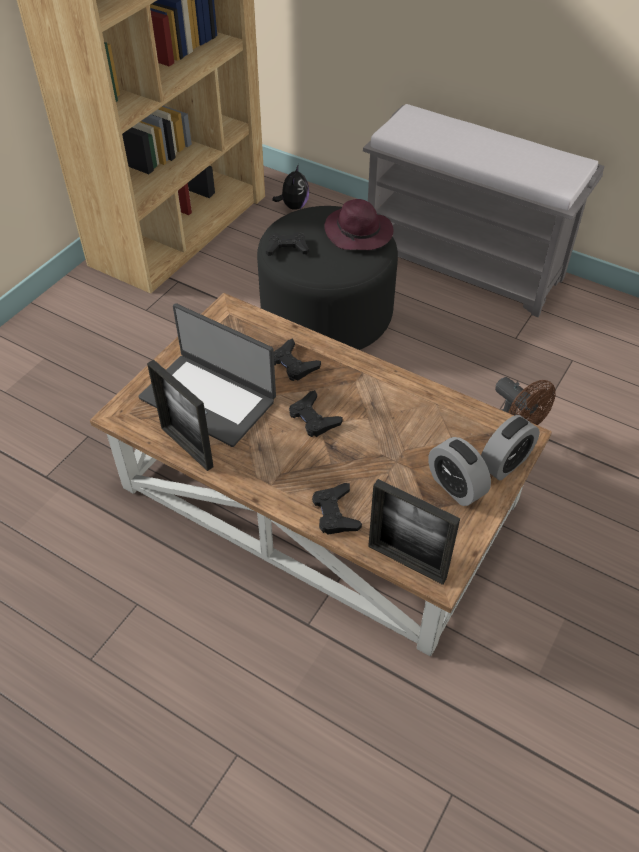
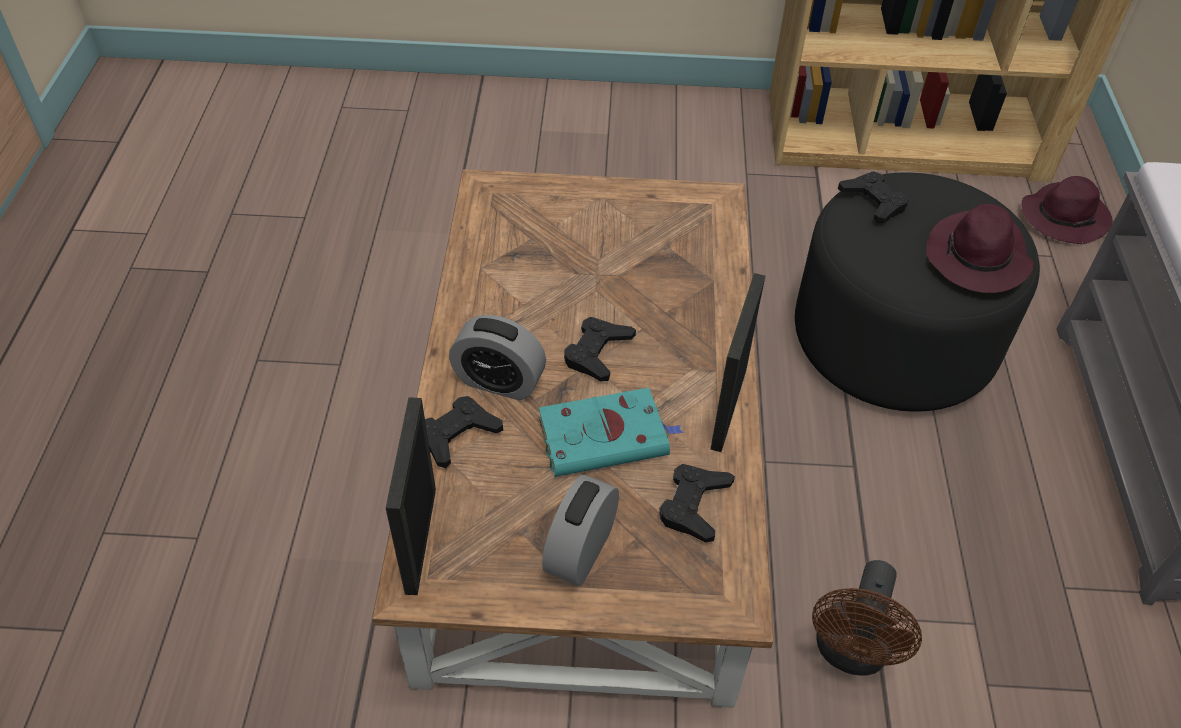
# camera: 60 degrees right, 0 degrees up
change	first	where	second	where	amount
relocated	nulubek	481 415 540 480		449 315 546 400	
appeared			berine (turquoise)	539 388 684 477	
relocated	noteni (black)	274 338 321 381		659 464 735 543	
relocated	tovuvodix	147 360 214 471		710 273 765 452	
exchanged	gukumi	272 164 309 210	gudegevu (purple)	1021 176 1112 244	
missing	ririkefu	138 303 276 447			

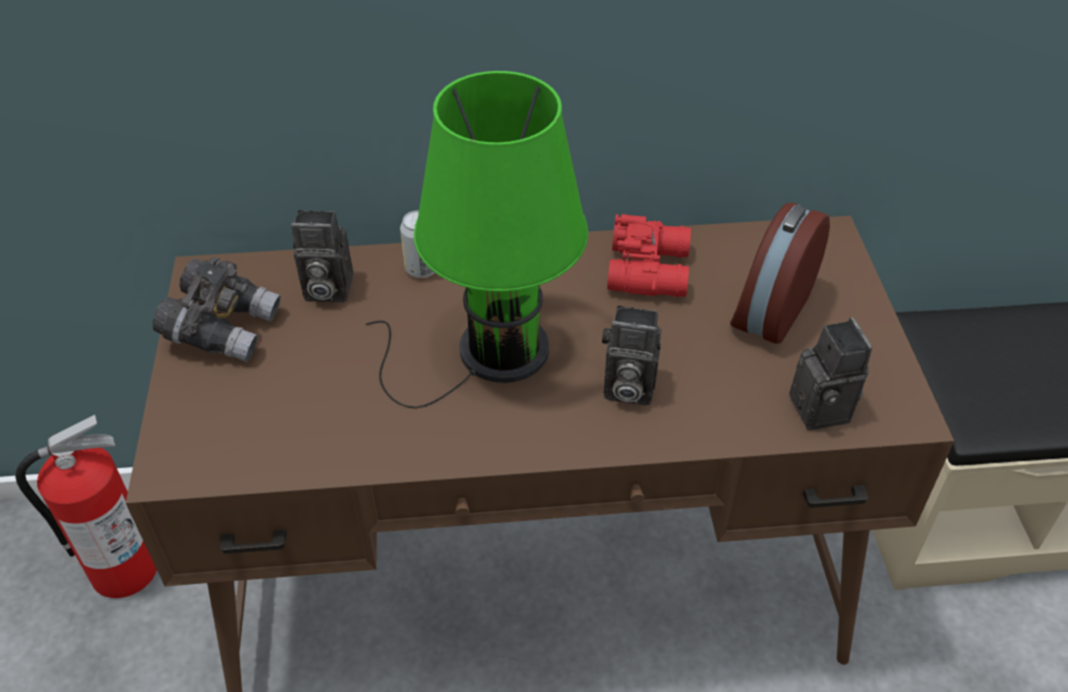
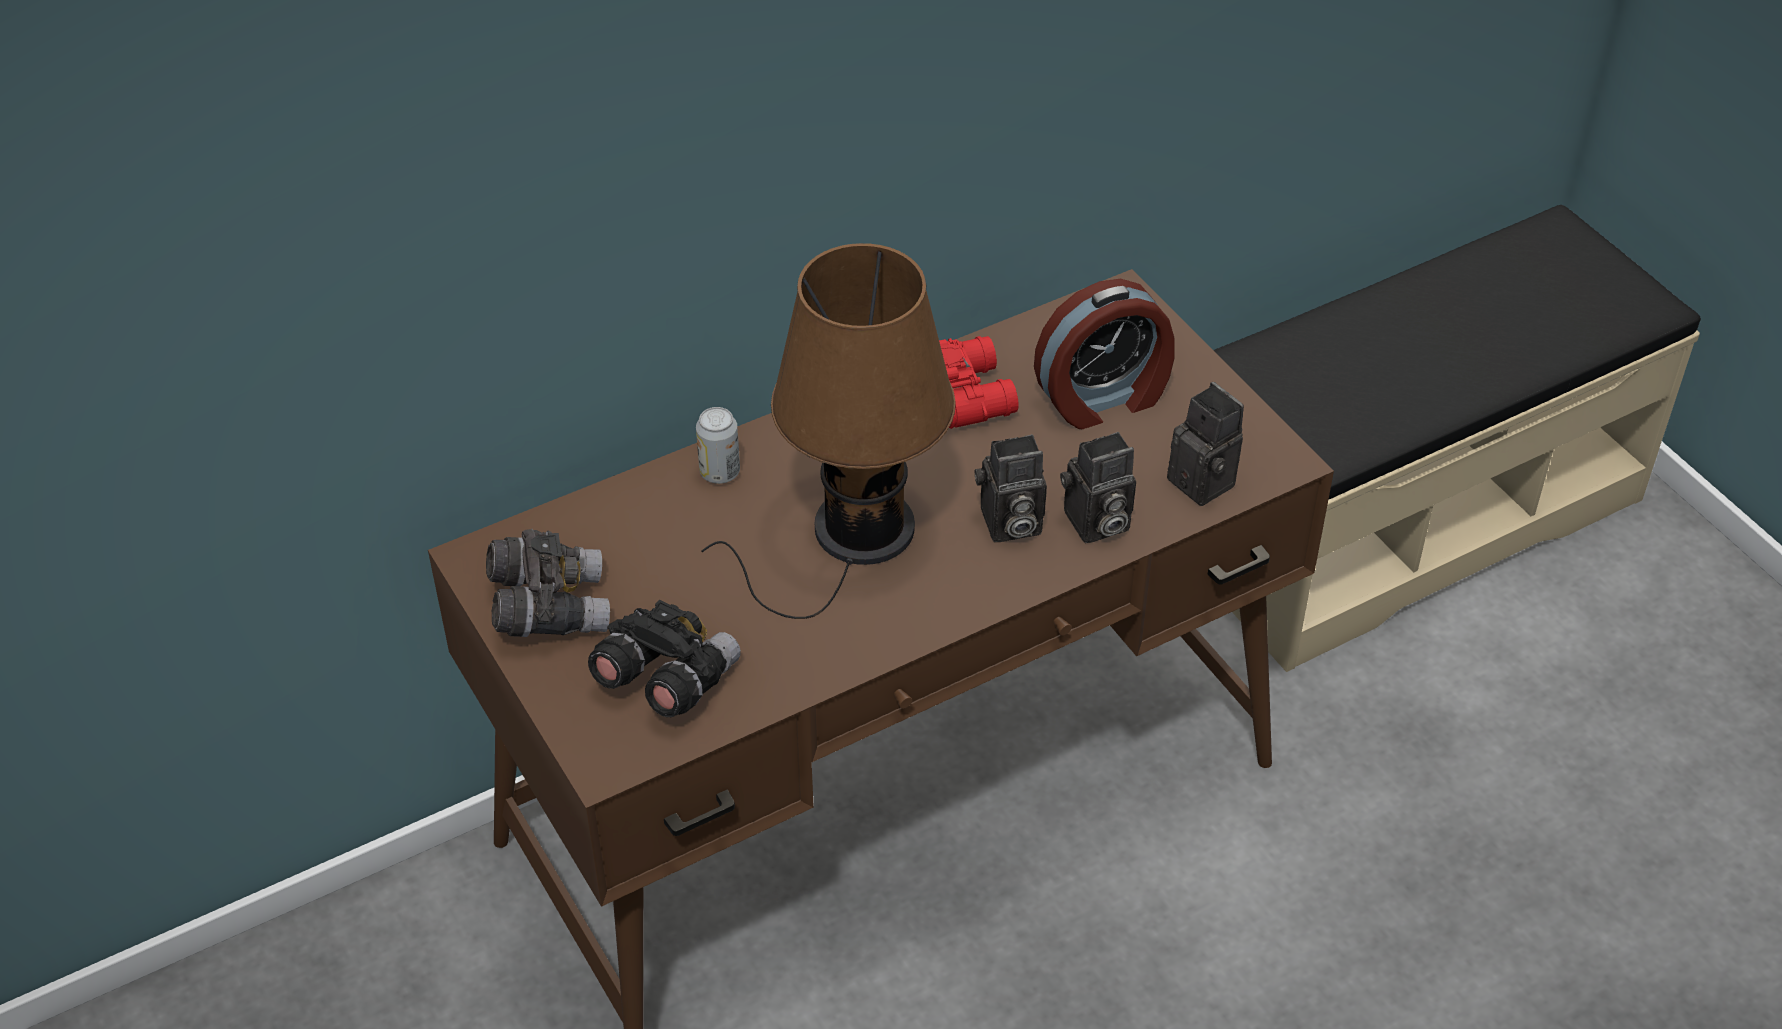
# camera: 25 degrees left, 0 degrees up
change	first	where	second	where	amount
appeared			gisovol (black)	588 599 741 717	
colour	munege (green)	366 71 588 408	munege (brown)	702 243 956 619	
spun	nulubek	730 203 830 344		1034 278 1175 429	120 degrees counterclockwise
relocated	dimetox	291 210 353 302		1060 432 1136 543	
missing	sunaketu	16 415 157 598			

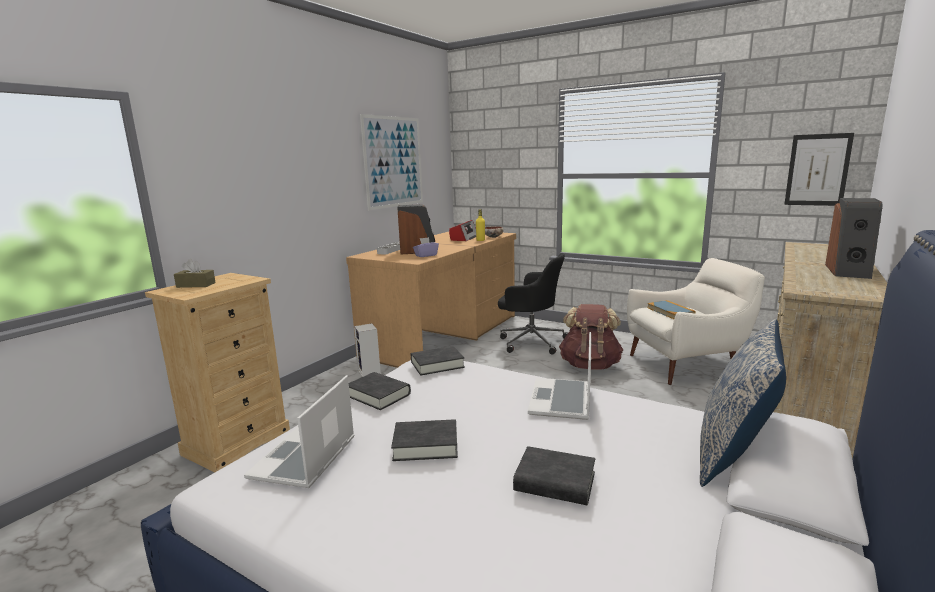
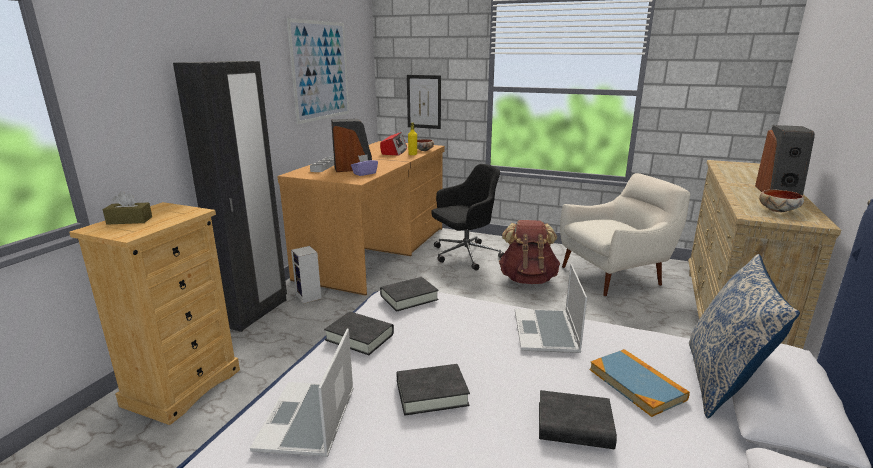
# camera: 10 degrees left, 5 degrees up
change	first	where	second	where	amount
appeared			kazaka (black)	173 61 287 332	
relocated	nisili	784 133 854 206		407 75 441 129	
spun	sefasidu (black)	498 253 568 355		431 164 504 271	45 degrees counterclockwise
relocated	berine	647 300 696 319		590 349 690 417	
appeared			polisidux	759 189 804 212	

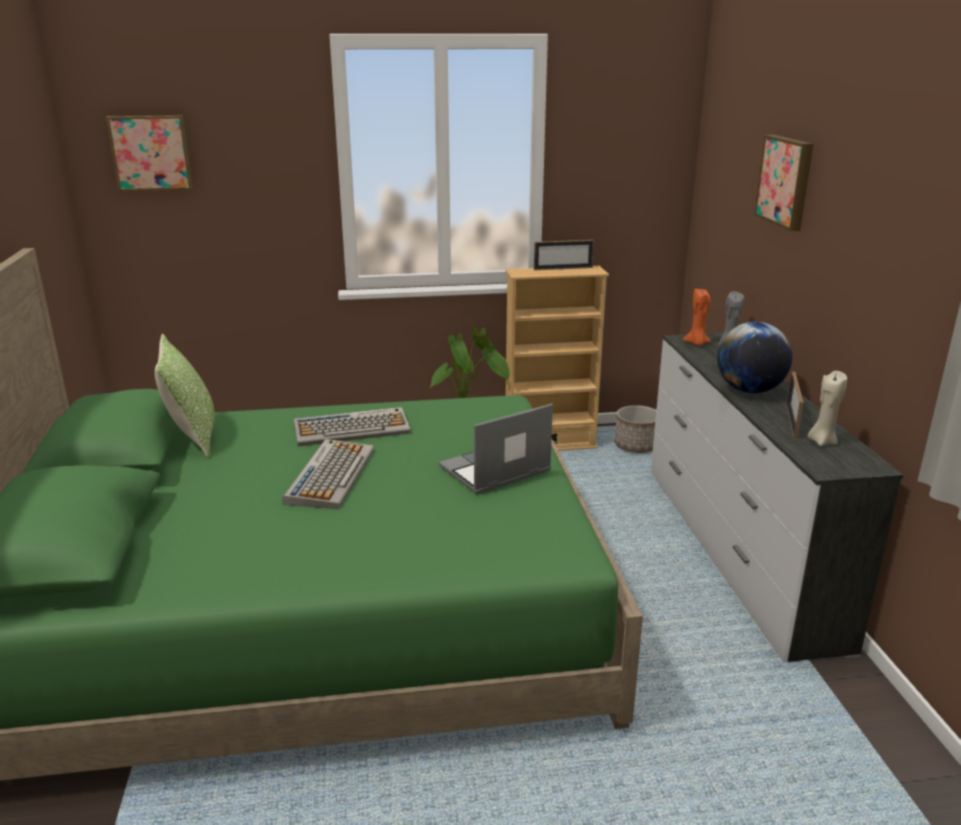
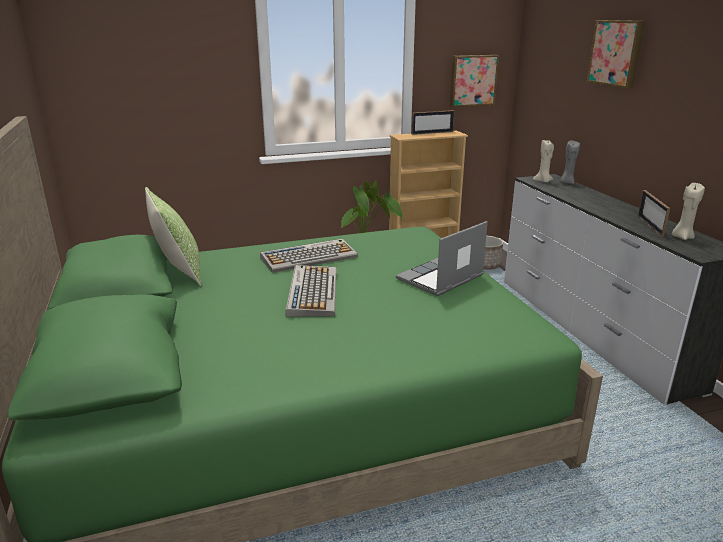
# camera: 10 degrees left, 0 degrees up
change	first	where	second	where	amount
relocated	nisili	106 115 193 191		450 55 499 107	
colour	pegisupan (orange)	683 289 711 346	pegisupan (beige)	533 140 554 183	
missing	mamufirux	717 322 792 394			

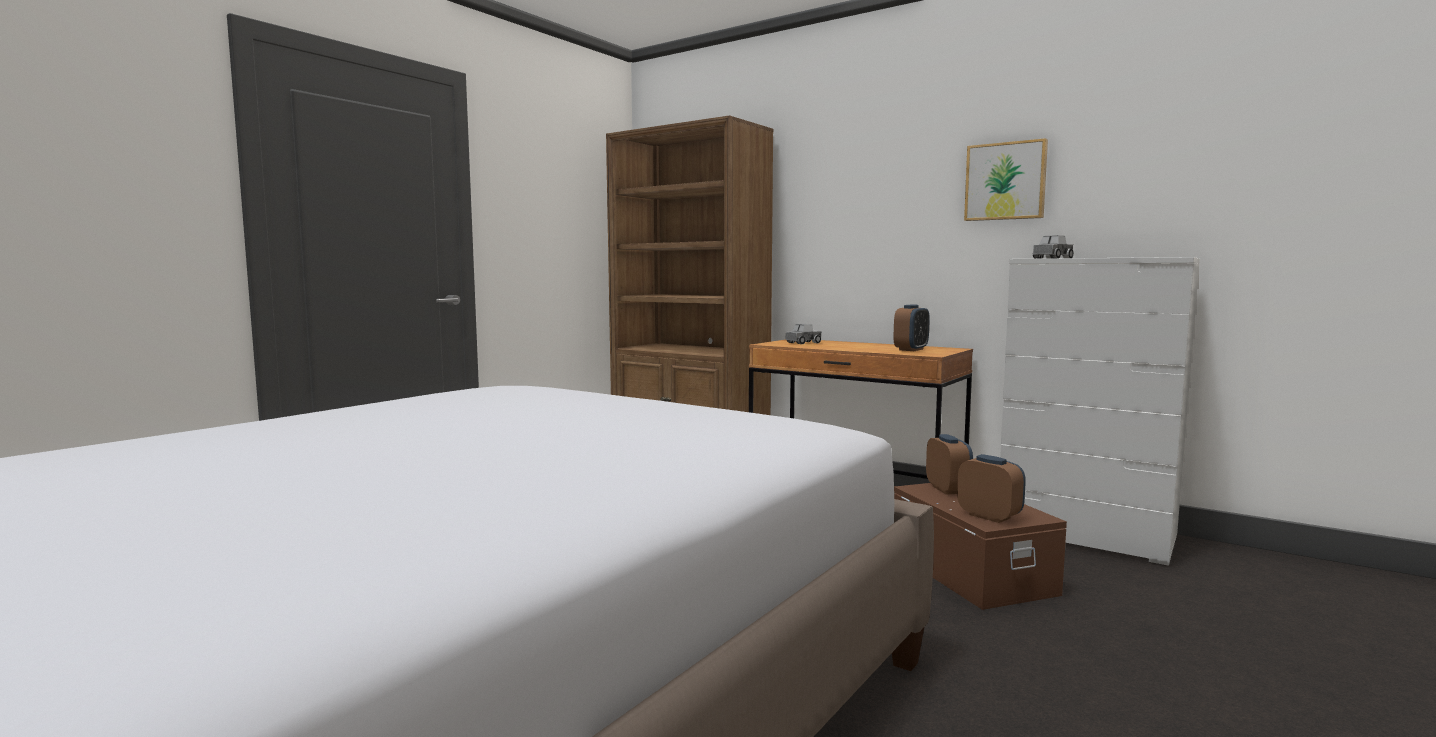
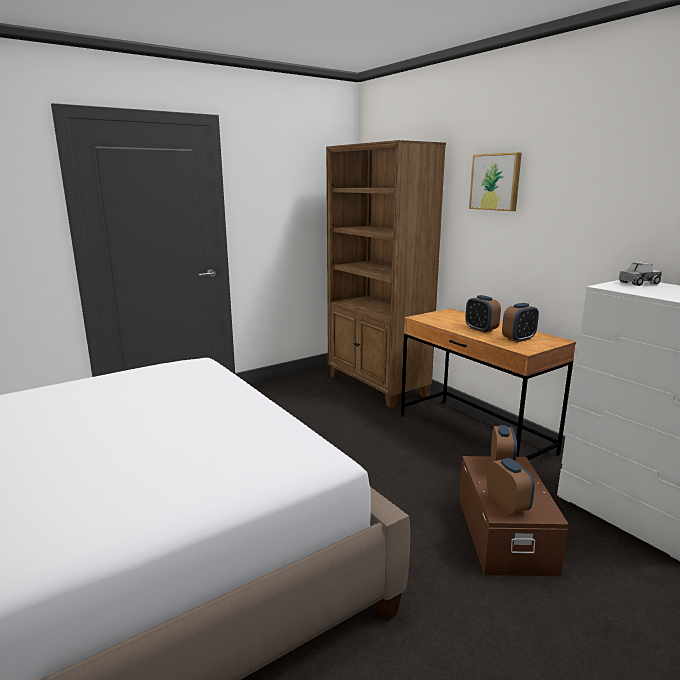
# camera: 20 degrees right, 10 degrees up
change	first	where	second	where	amount
appeared			nulubek	465 295 501 333	
relocated	nisili	964 138 1048 221		469 152 522 211	
missing	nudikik	785 324 821 344			

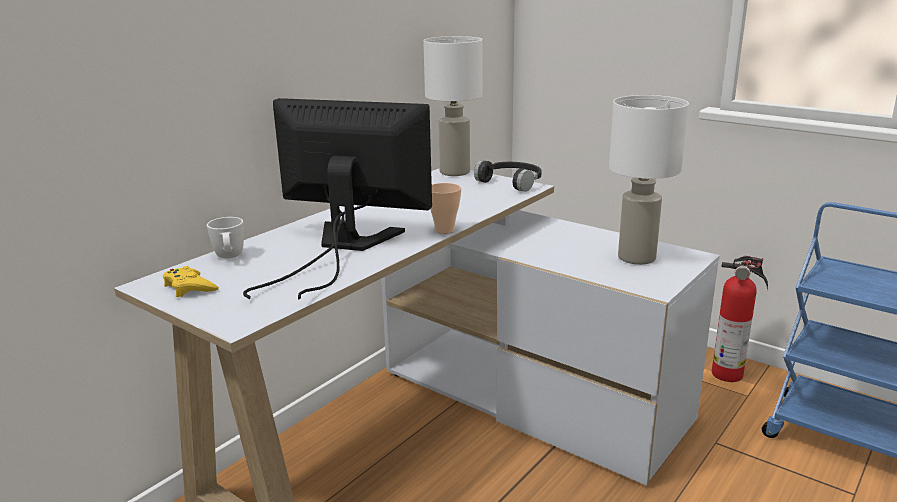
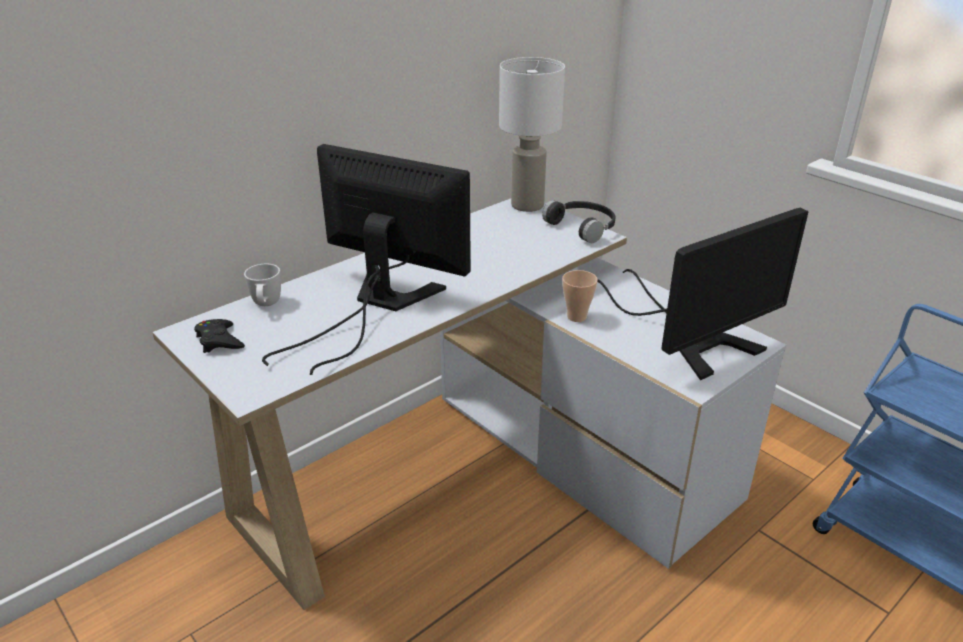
# camera: 10 degrees right, 10 degrees up
change	first	where	second	where	amount
colour	noteni (yellow)	163 266 219 297	noteni (black)	194 319 245 353	
relocated	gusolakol	430 183 461 234		562 270 598 322	
exchanged	munege (white)	609 95 689 265	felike	597 208 808 380	
missing	sunaketu	712 256 768 382			

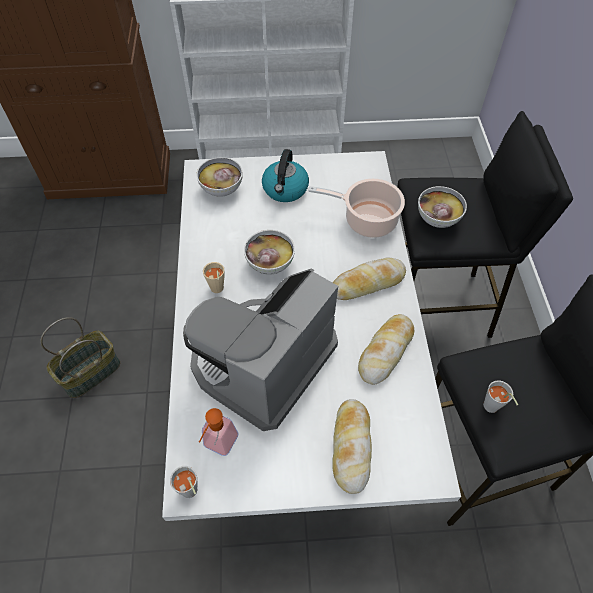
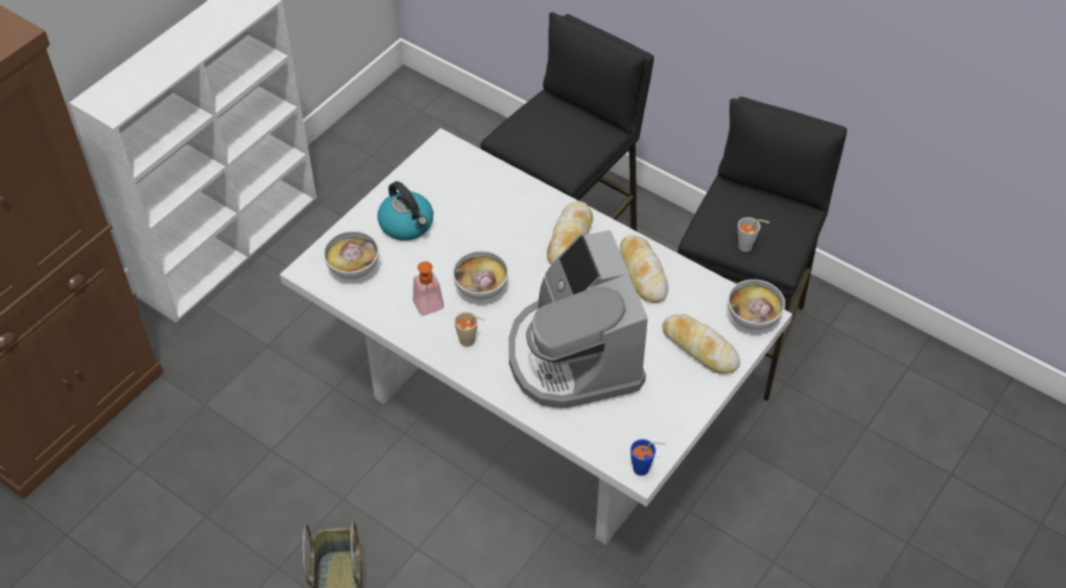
# camera: 50 degrees left, 5 degrees down
change	first	where	second	where	amount
relocated	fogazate	199 408 238 456		413 262 444 316	
colour	gusolakol (grey)	170 466 197 498	gusolakol (blue)	630 439 665 476	
relocated	polisidux	418 186 467 228		728 279 785 330	
missing	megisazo	308 178 405 238			

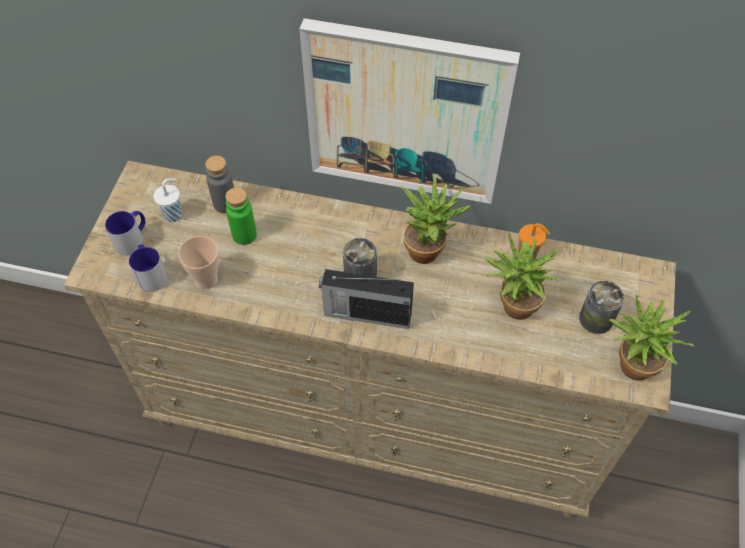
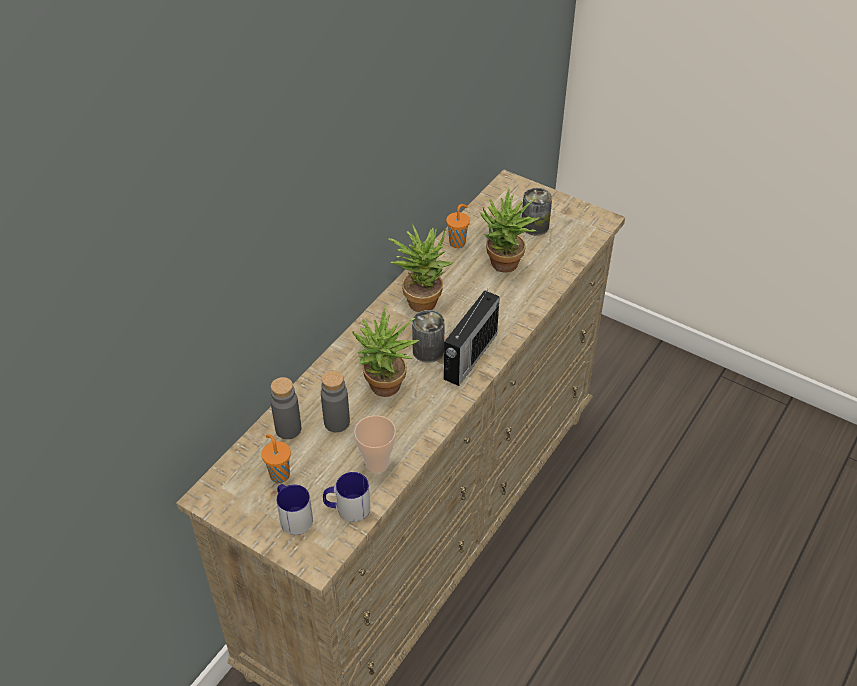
# camera: 70 degrees left, 10 degrees down
change	first	where	second	where	amount
colour	gusolakol (white)	153 178 182 222	gusolakol (orange)	262 434 291 483	
colour	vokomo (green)	225 187 257 245	vokomo (grey)	321 370 350 432	
relocated	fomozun	610 295 694 381		352 306 419 397	
missing	nisili	299 18 520 204			

